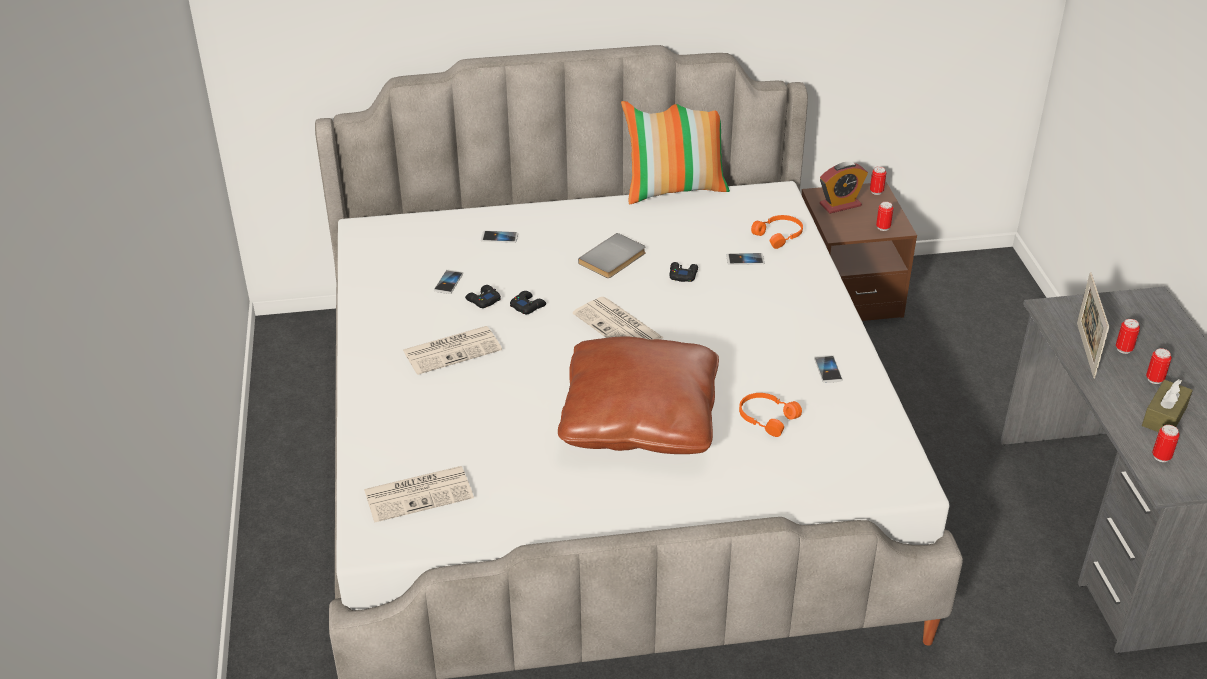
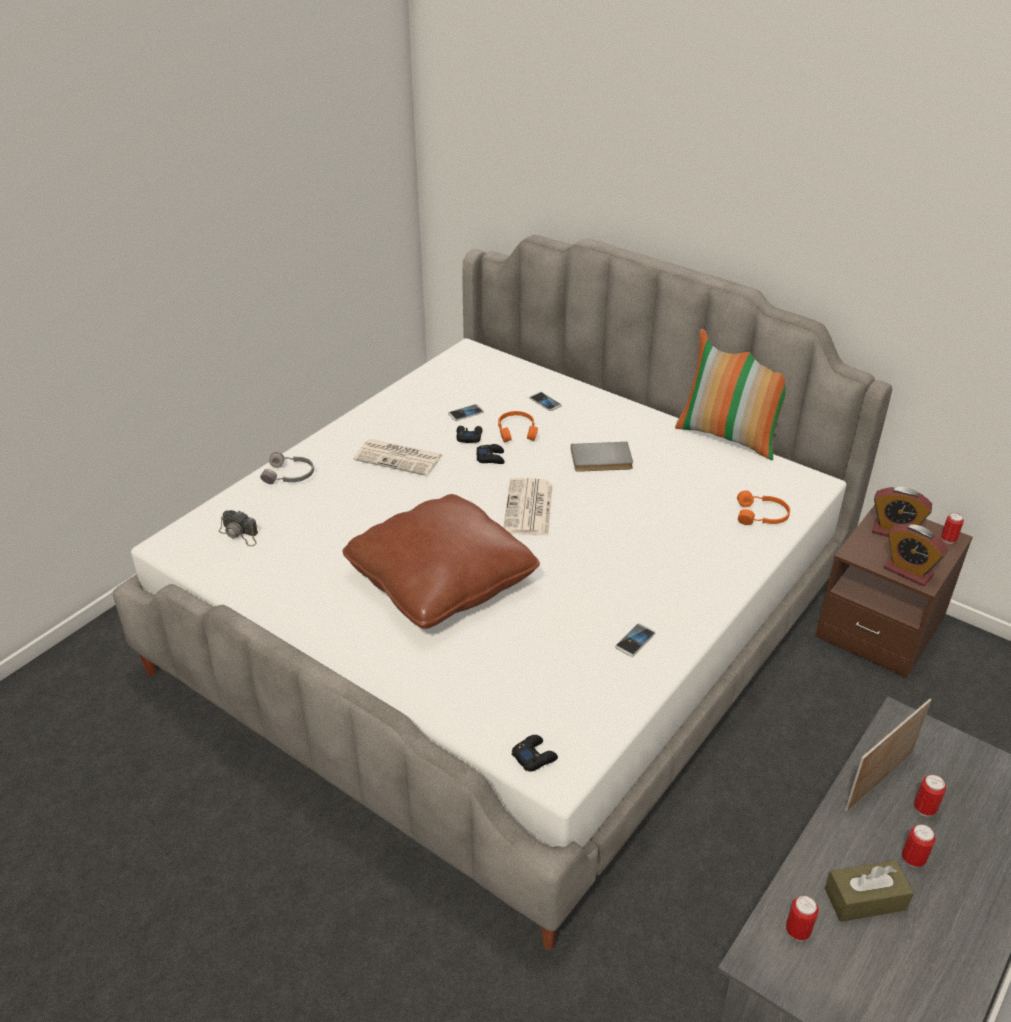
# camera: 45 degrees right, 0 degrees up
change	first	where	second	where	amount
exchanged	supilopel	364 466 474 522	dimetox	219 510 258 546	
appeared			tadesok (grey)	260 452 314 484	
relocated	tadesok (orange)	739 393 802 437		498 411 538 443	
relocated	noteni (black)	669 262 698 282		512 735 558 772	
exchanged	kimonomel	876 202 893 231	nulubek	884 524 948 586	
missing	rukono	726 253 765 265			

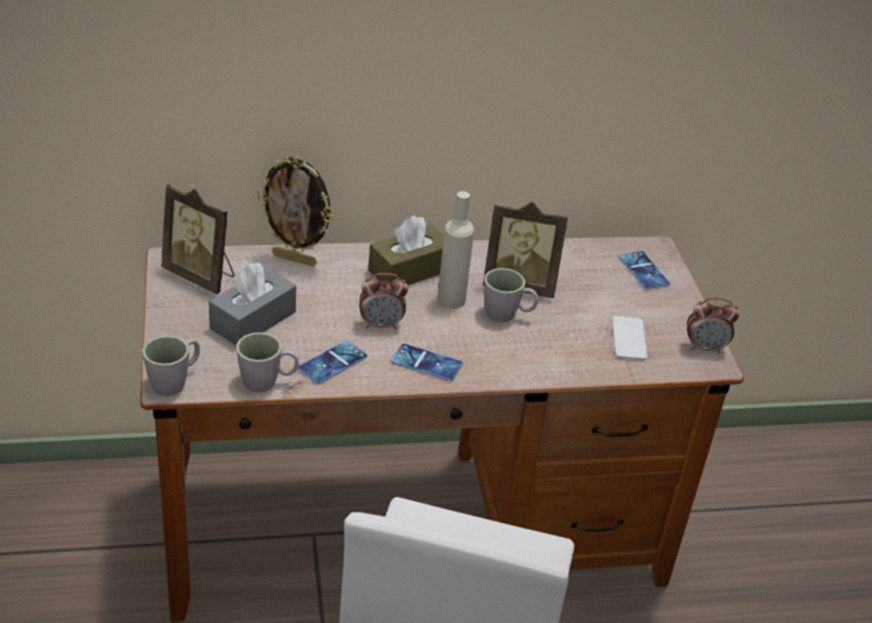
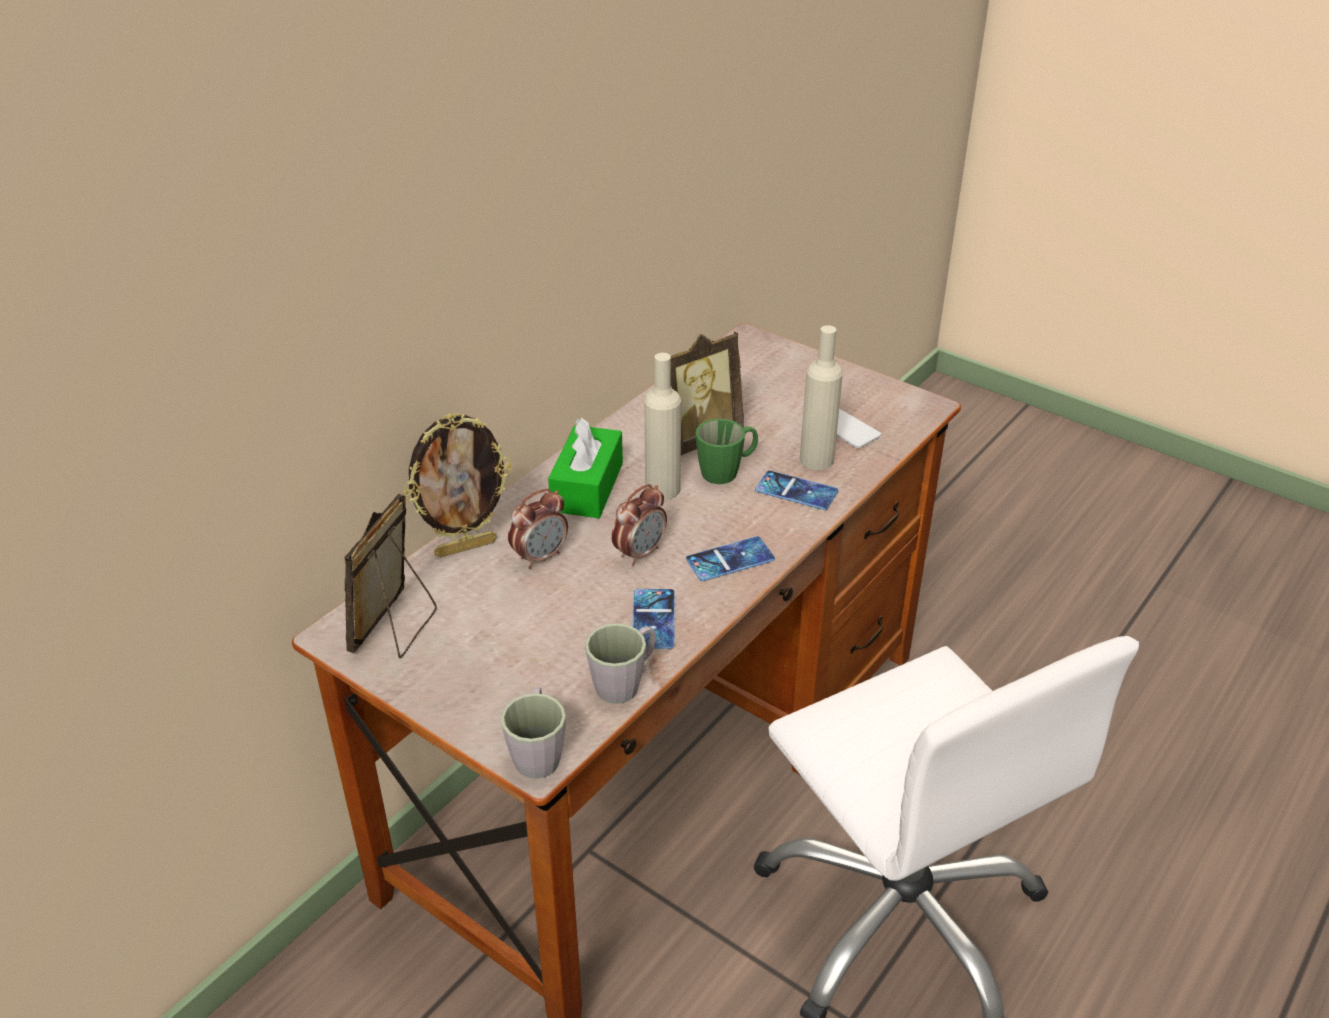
# camera: 40 degrees left, 0 degrees up
change	first	where	second	where	amount
spun	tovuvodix	161 184 234 294		345 493 437 658	120 degrees clockwise
relocated	nulubek	687 297 739 354		508 488 568 569	
colour	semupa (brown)	368 215 444 285	semupa (green)	548 418 623 518	
colour	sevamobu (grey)	484 268 538 323	sevamobu (green)	696 419 758 484	
relocated	rukono	619 251 670 289		755 471 838 510	
appeared			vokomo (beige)	800 325 843 470	
missing	semupa (grey)	209 263 296 345			

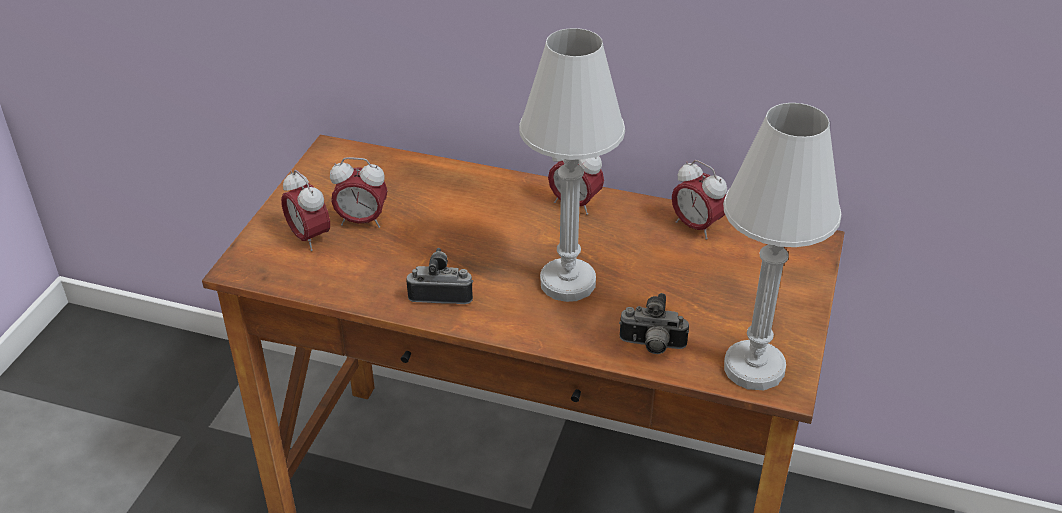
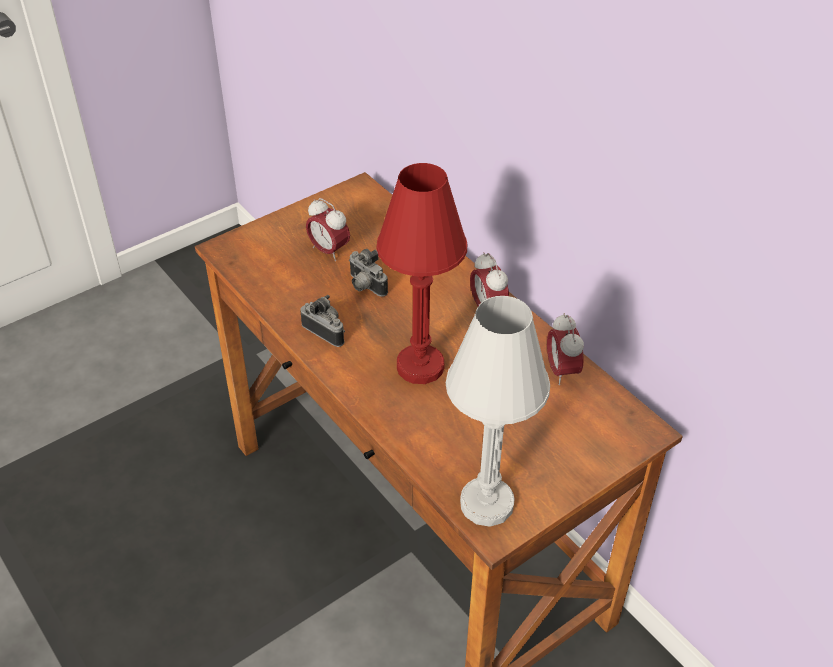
# camera: 35 degrees right, 5 degrees up
change	first	where	second	where	amount
relocated	dimetox	619 293 689 354		349 249 388 297	
colour	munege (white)	519 28 625 302	munege (red)	376 163 467 384	
missing	nulubek	281 170 330 251			

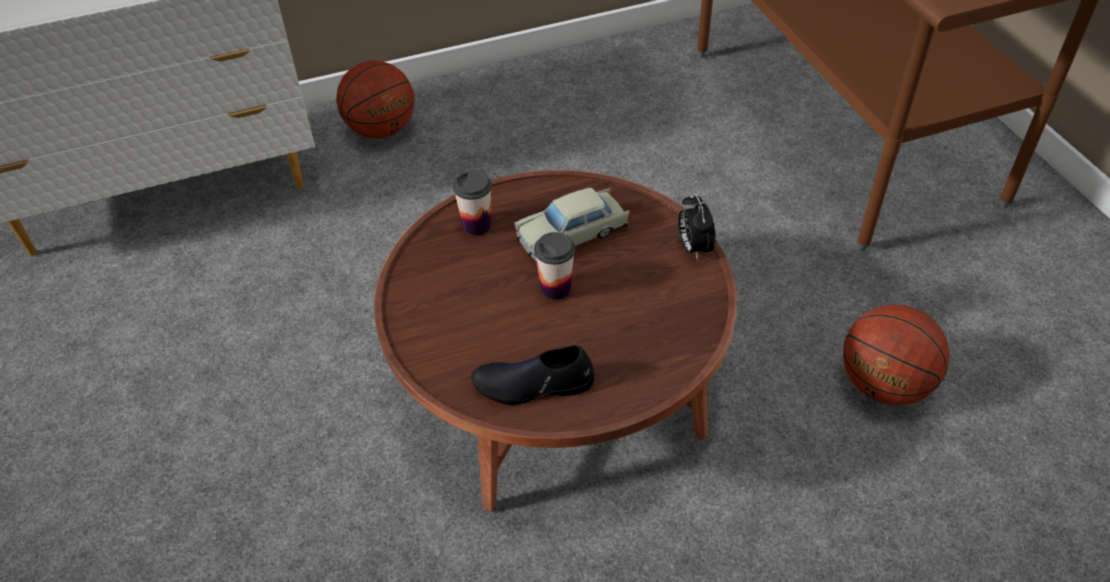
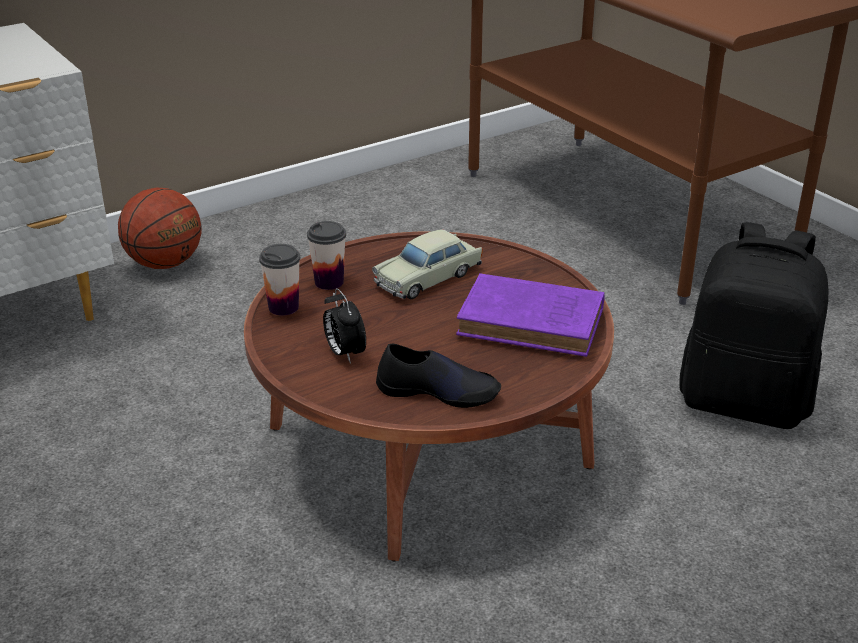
# camera: 15 degrees left, 15 degrees down
change	first	where	second	where	amount
relocated	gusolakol	534 232 575 300		259 244 300 316	
relocated	nulubek	678 193 716 260		323 288 366 364	
spun	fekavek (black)	471 345 594 405		376 344 501 408	150 degrees counterclockwise
appeared			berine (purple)	456 273 605 357	
exchanged	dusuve	843 304 949 405	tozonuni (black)	680 222 828 429	

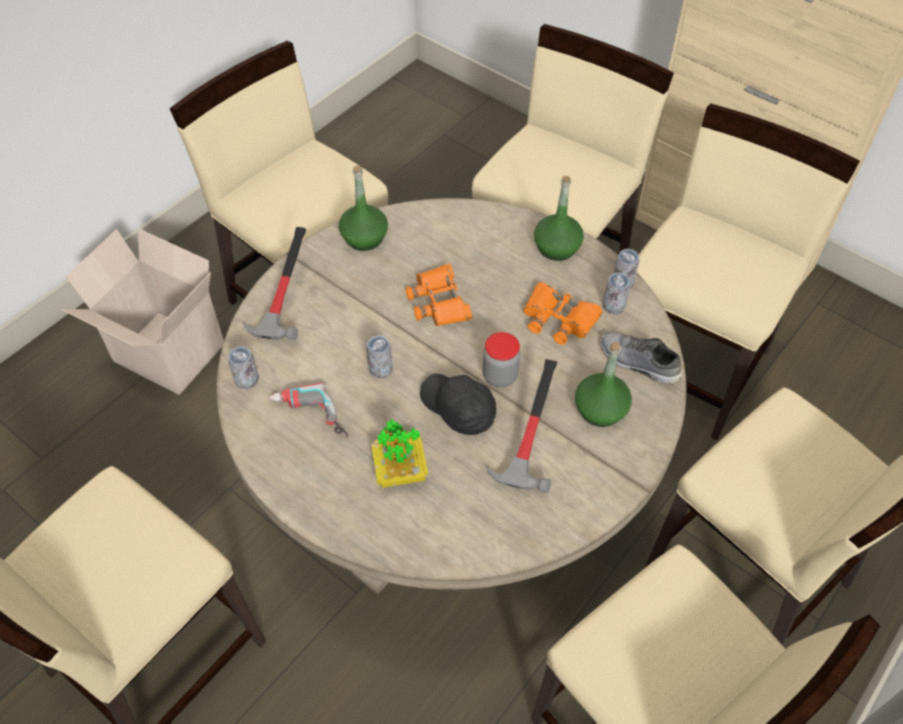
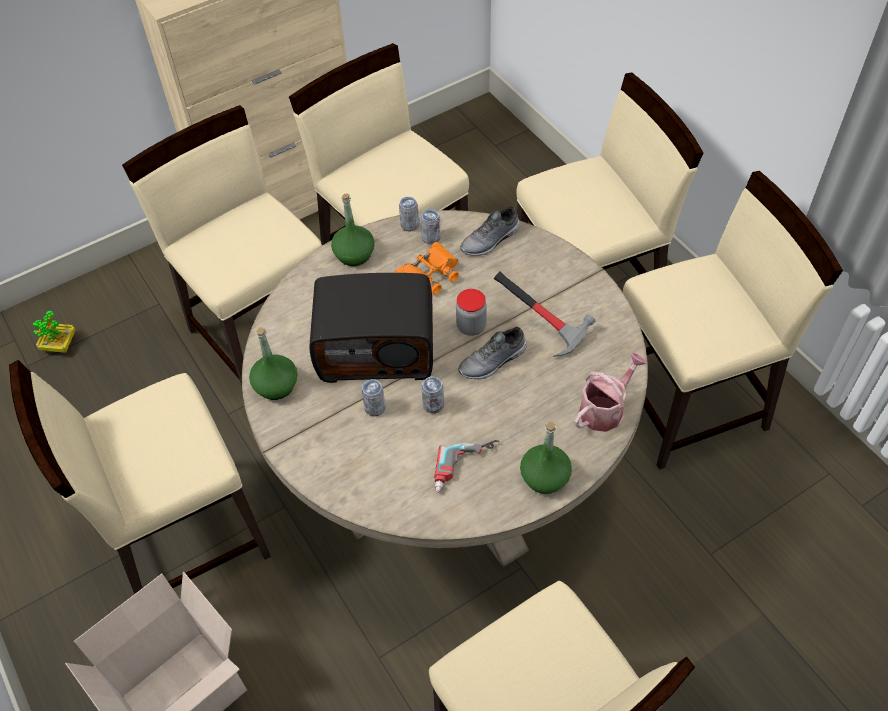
# camera: 70 degrees left, 0 degrees up
change	first	where	second	where	amount
relocated	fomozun	371 420 428 488		33 311 76 353	
exchanged	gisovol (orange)	406 264 472 326	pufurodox	309 273 433 383	
relocated	kimonomel	228 346 259 389		361 379 386 416	
exchanged	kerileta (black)	420 374 496 435	fekavek (grey)	458 327 527 379	
relocated	vokomo (green)	575 342 632 427		520 422 572 494	
appeared			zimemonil	574 353 647 432	
missing	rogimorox	242 227 306 340			

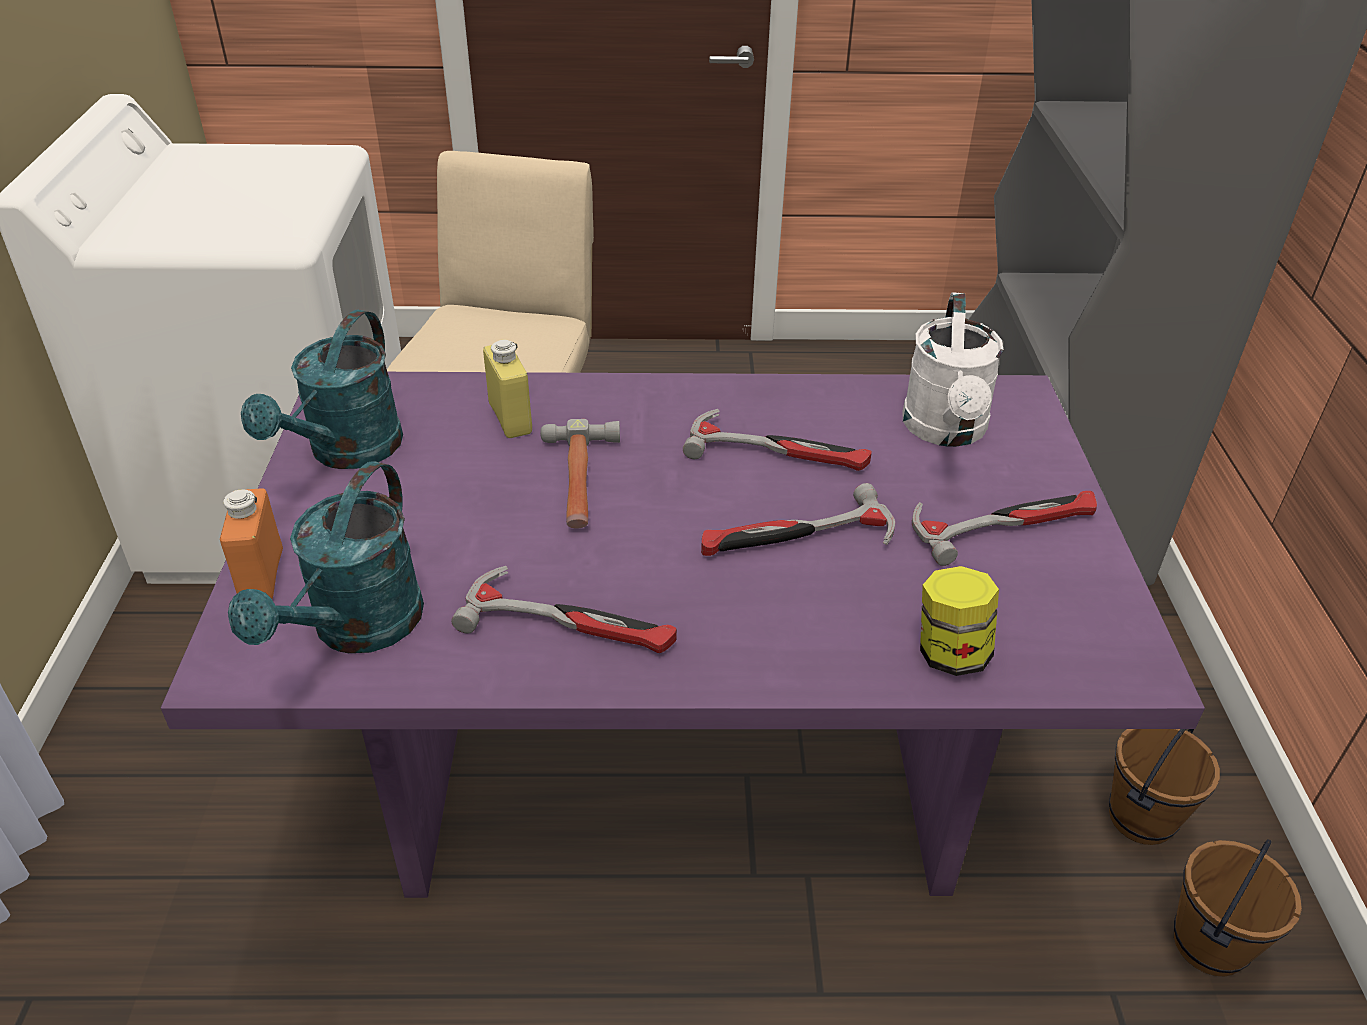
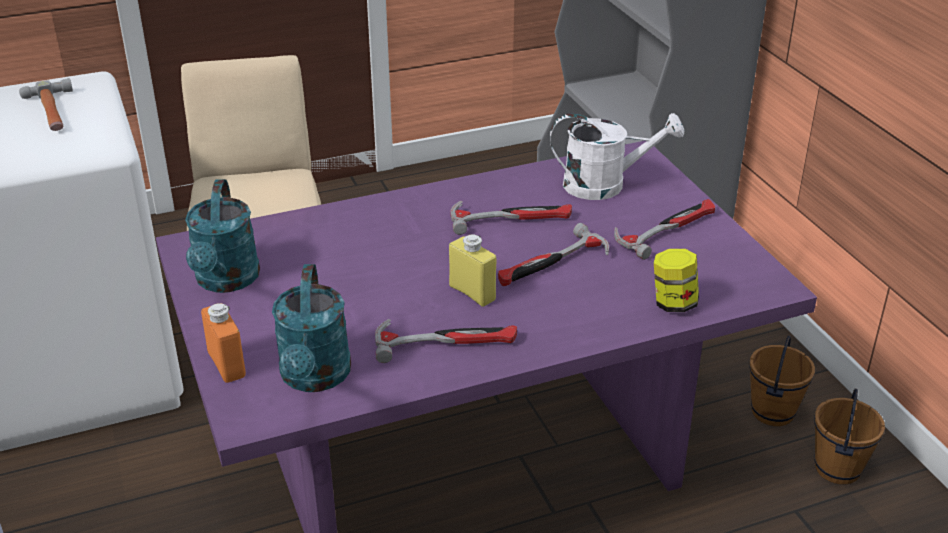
# camera: 20 degrees left, 5 degrees down
change	first	where	second	where	amount
relocated	rogimorox	540 419 620 528		19 78 73 131	
relocated	vokomo (yellow)	483 339 532 438		449 234 496 307	
spun	zimemonil (white)	902 292 1004 447		550 113 685 200	75 degrees counterclockwise

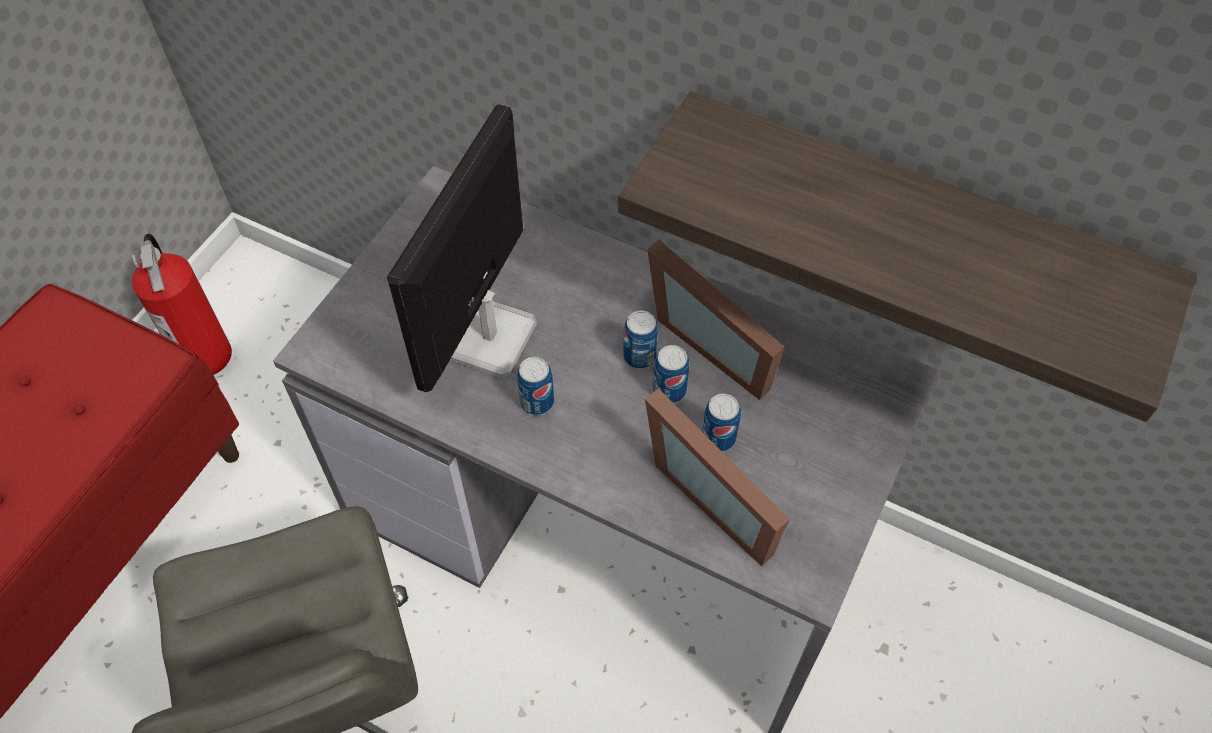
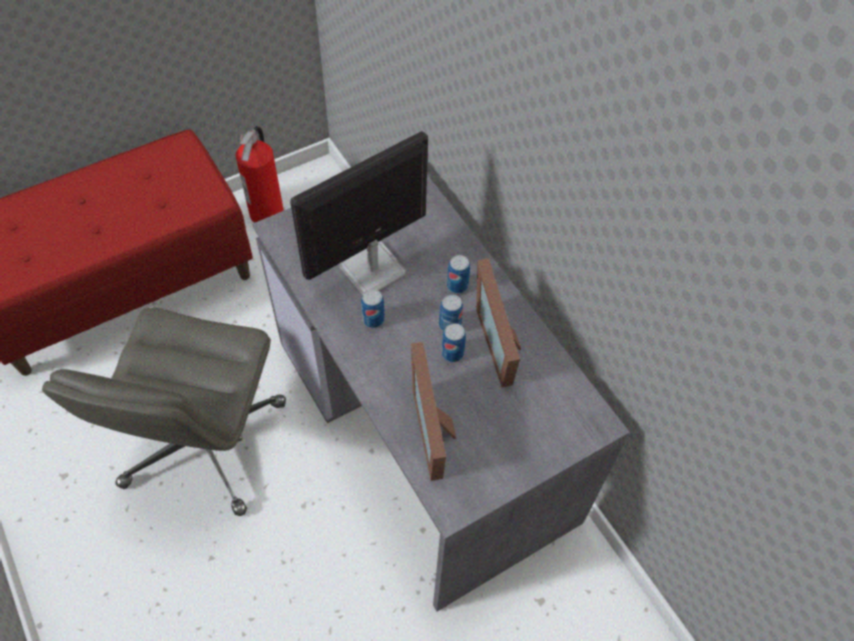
# camera: 30 degrees right, 0 degrees up
change	first	where	second	where	amount
relocated	kimonomel	702 394 741 452		447 255 470 294	
missing	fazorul	618 91 1197 422			

